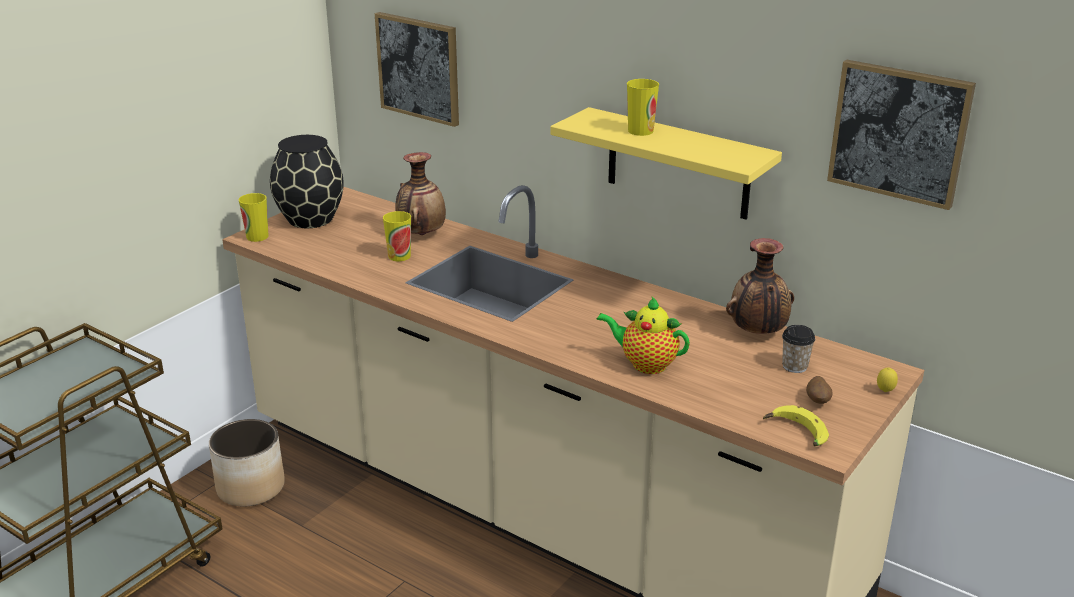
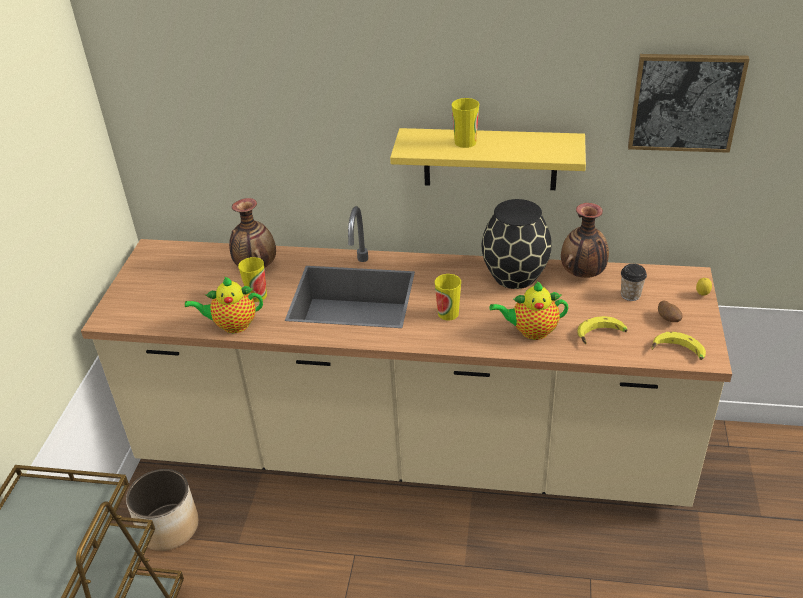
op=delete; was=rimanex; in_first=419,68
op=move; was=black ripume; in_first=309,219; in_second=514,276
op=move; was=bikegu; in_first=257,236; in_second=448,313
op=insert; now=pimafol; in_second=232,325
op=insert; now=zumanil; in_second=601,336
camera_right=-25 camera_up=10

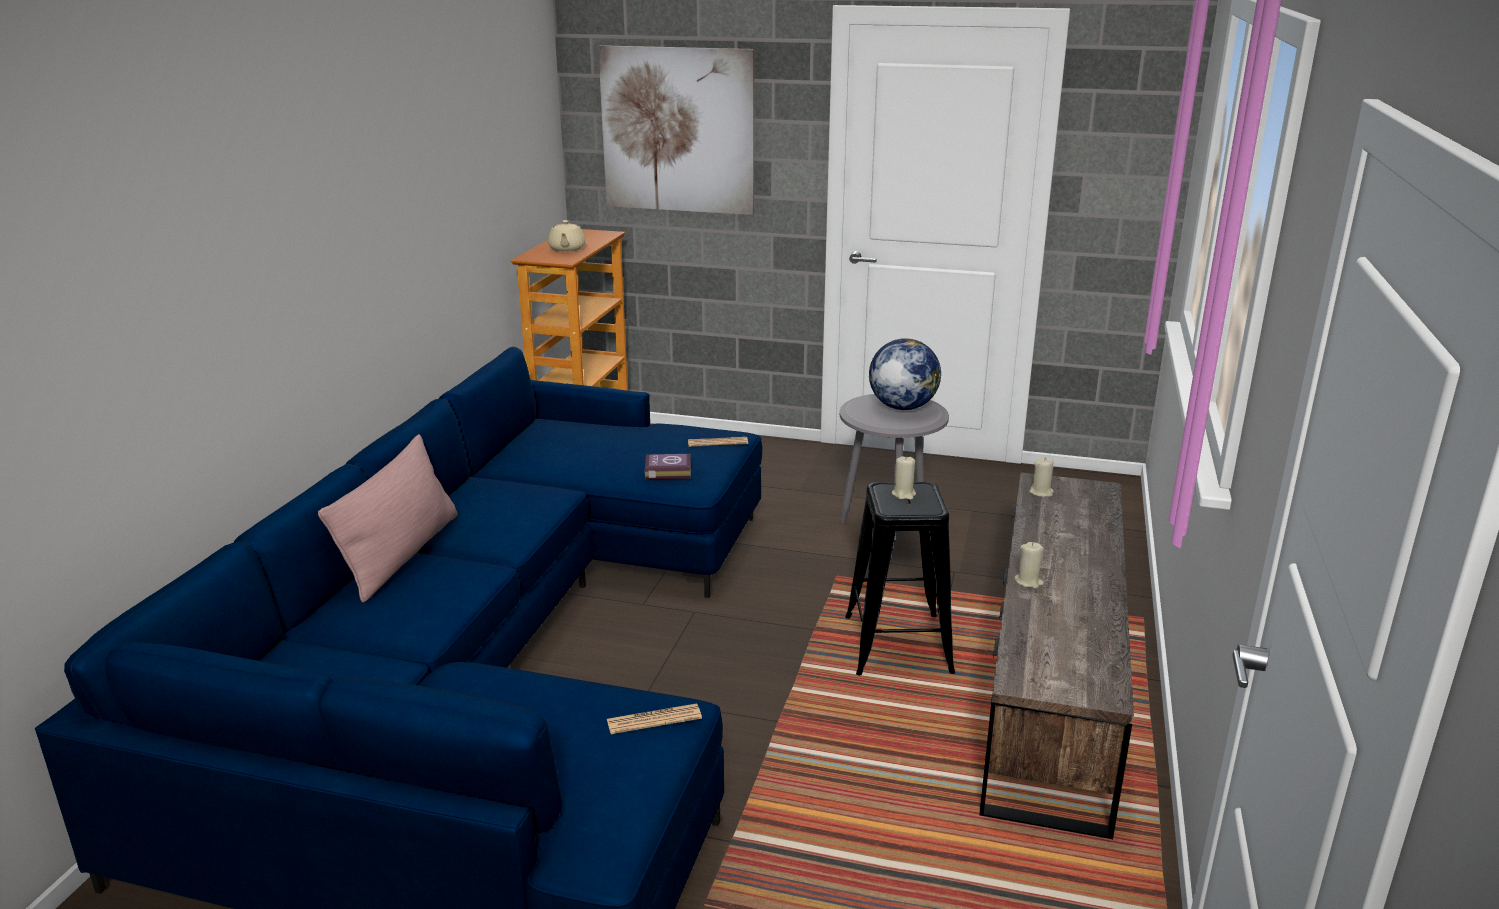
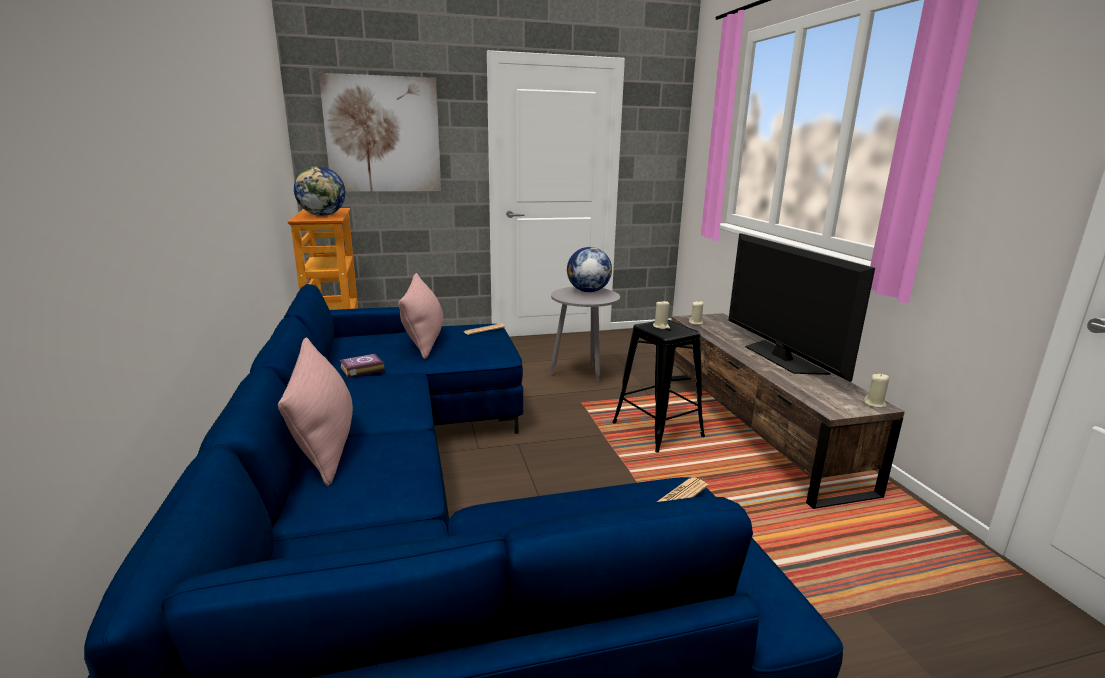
op=replace; was=beige pimafol; now=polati; in_first=566,249; in_second=323,215
op=move; was=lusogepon; in_first=666,470; in_second=361,369
op=move; was=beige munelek; in_first=1028,582; in_second=875,404
op=insert; now=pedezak; in_second=781,358
op=insert; now=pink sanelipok; in_second=423,339
camera_right=-30 camera_up=-5

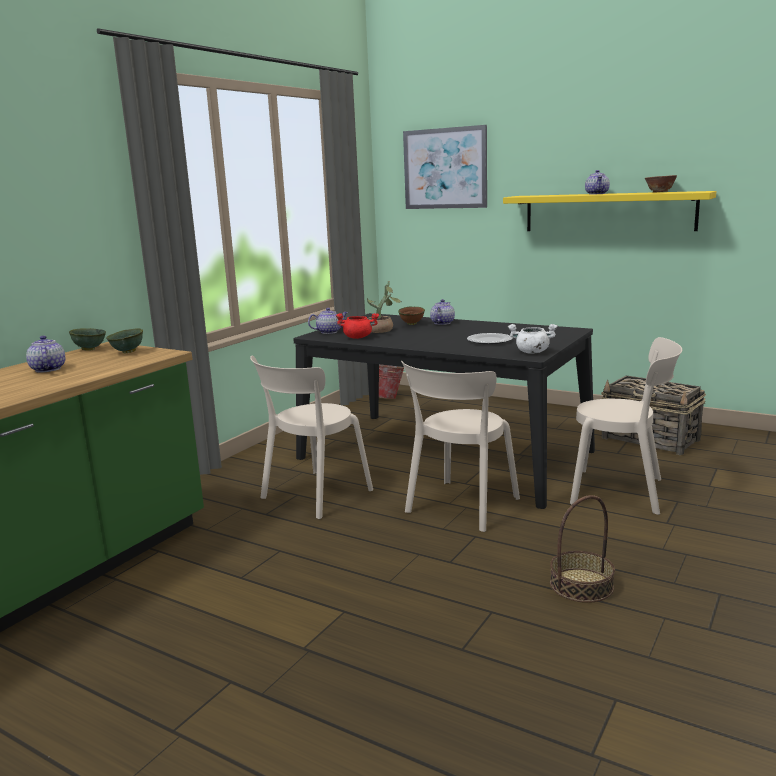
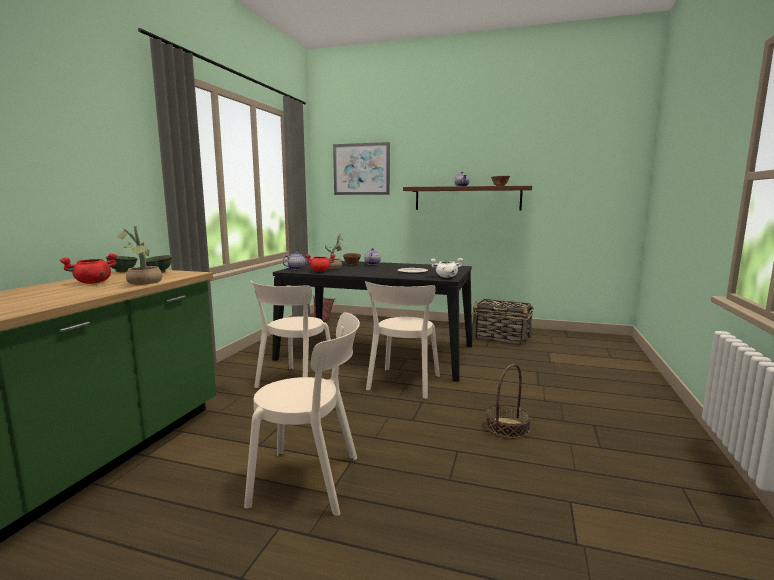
op=recolor; was=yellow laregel; now=brown laregel; in_first=608,212; in_second=467,198
op=replace; was=pimafol; now=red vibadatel; in_first=47,369; in_second=92,283
op=move; was=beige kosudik; in_first=623,492; in_second=311,481
op=insert; now=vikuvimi; in_second=143,283
camera_right=-15 camera_up=-5

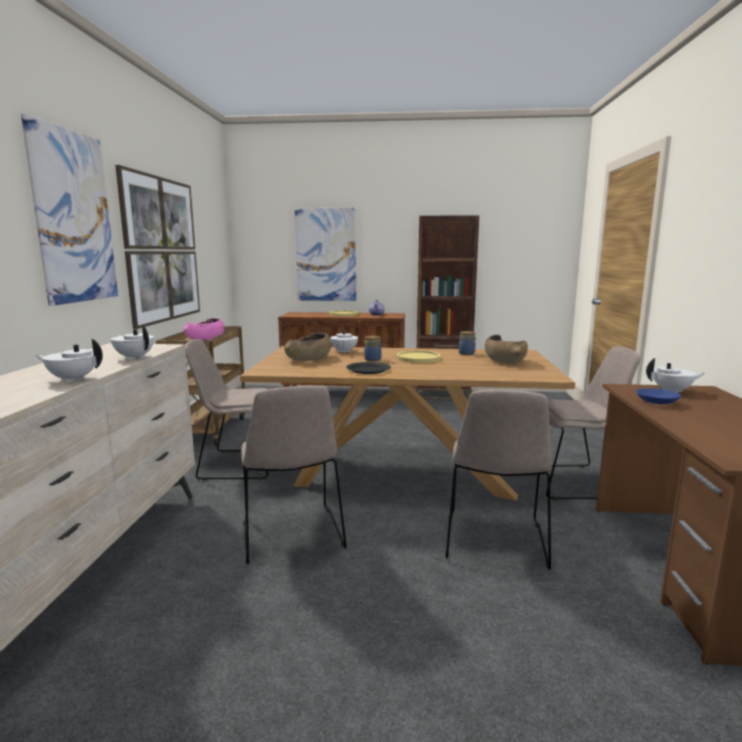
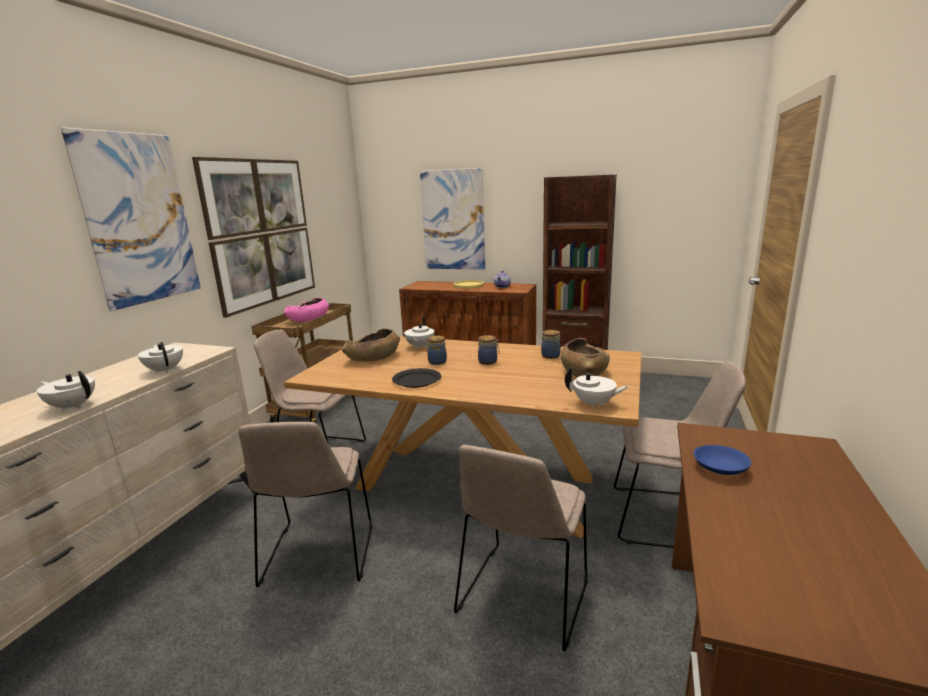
op=replace; was=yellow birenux; now=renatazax; in_first=418,358; in_second=488,362
op=move; was=white pimafol; in_first=672,391; in_second=594,404
camera_right=15 camera_up=5

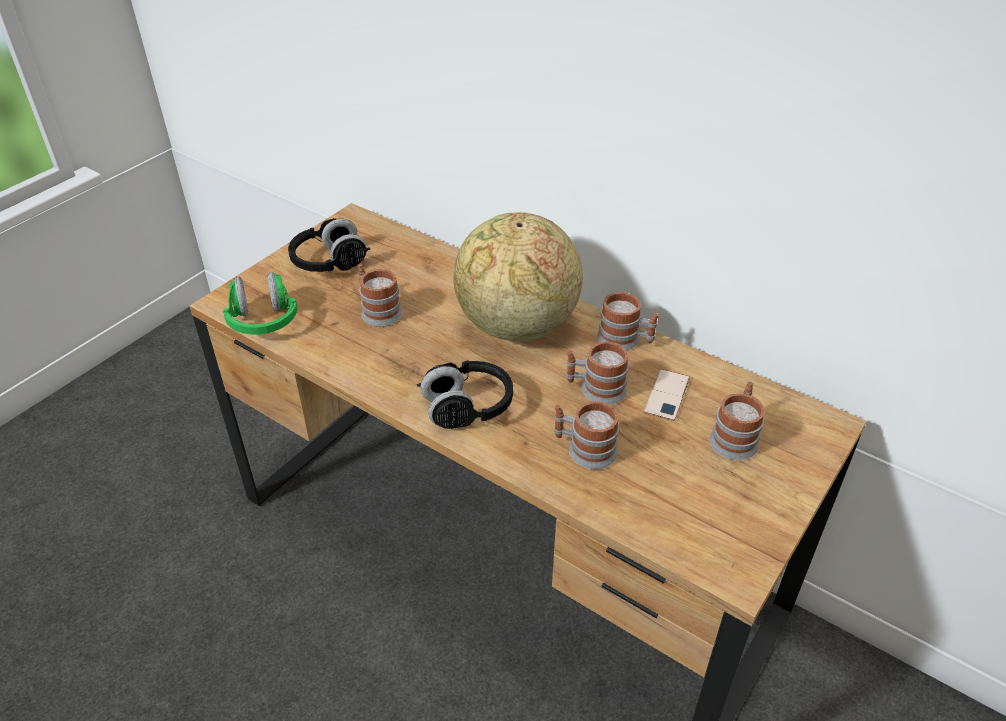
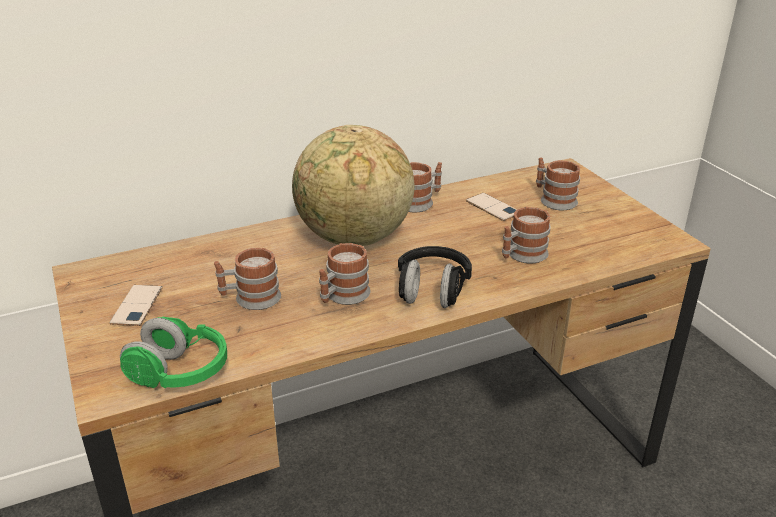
op=replace; was=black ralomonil; now=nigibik; in_first=329,263; in_second=137,305
op=move; was=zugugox; in_first=595,389; in_second=343,296
camera_right=-60 camera_up=-10

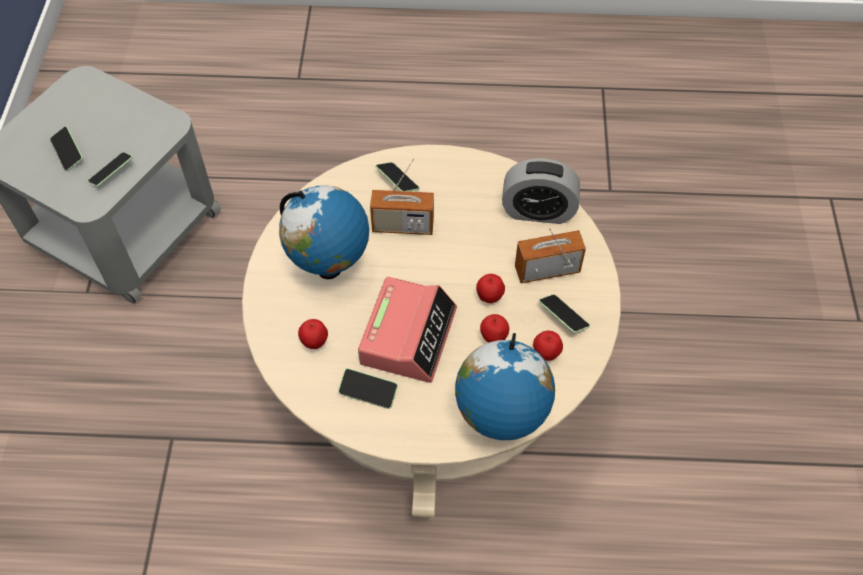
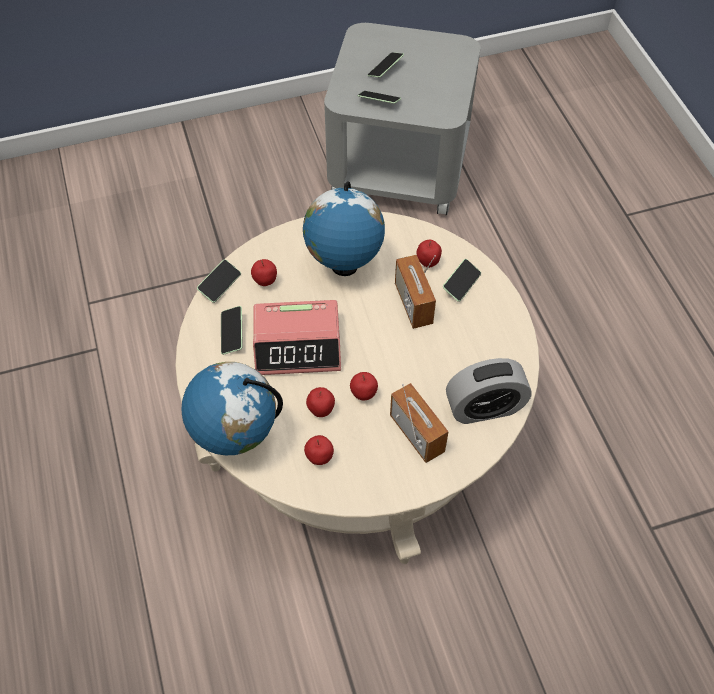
op=rotate; was=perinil; in_first=538,211; in_second=484,407; clockwise=-90
op=move; was=nigibik; in_first=563,317; in_second=220,285
op=insert; now=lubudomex; in_second=427,263
camera_right=70 camera_up=0

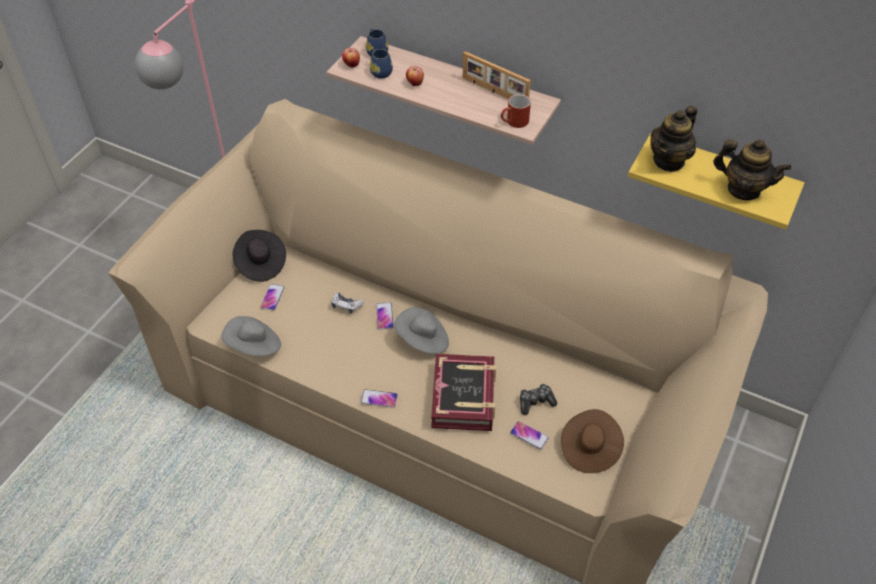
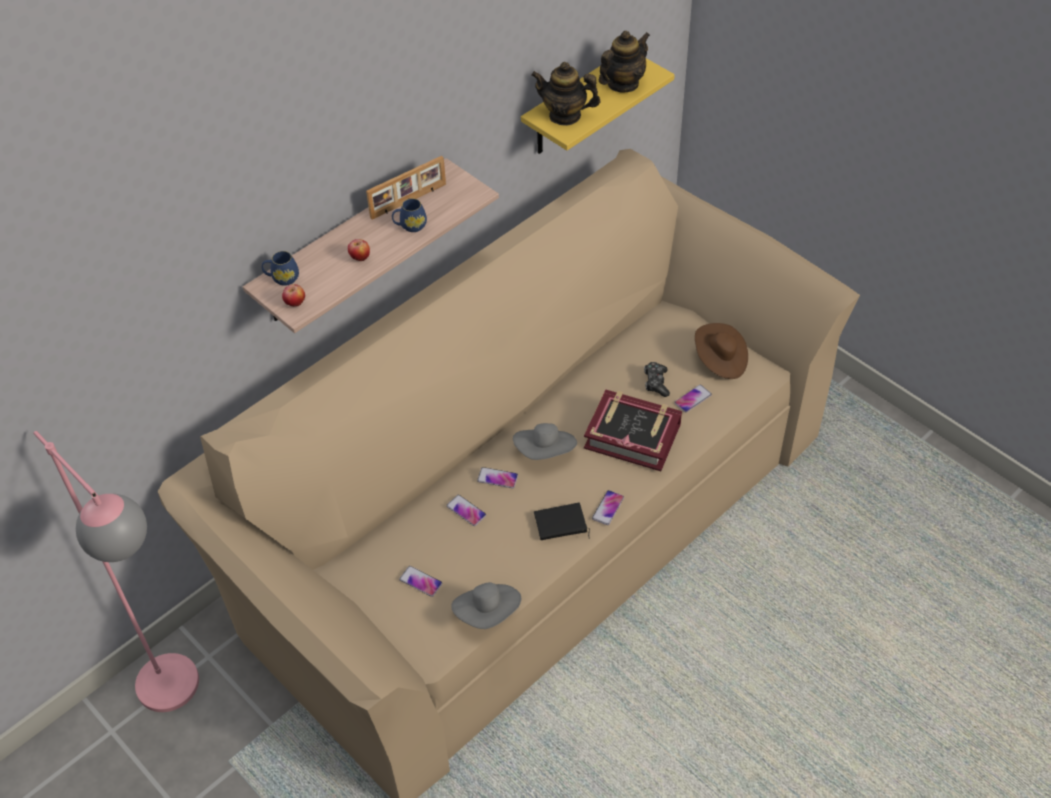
op=move; was=blue zugugox; in_first=379,71; in_second=410,226
op=delete; was=red zugugox; in_first=514,123
op=rotate; was=pimafol; in_first=669,161; in_second=565,115; clockwise=135
op=delete; was=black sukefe; in_first=260,264
op=replace; was=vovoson; now=nigibik; in_first=346,305; in_second=466,511
op=insert; now=black lusogepon; in_second=560,525
camera_right=-70 camera_up=0

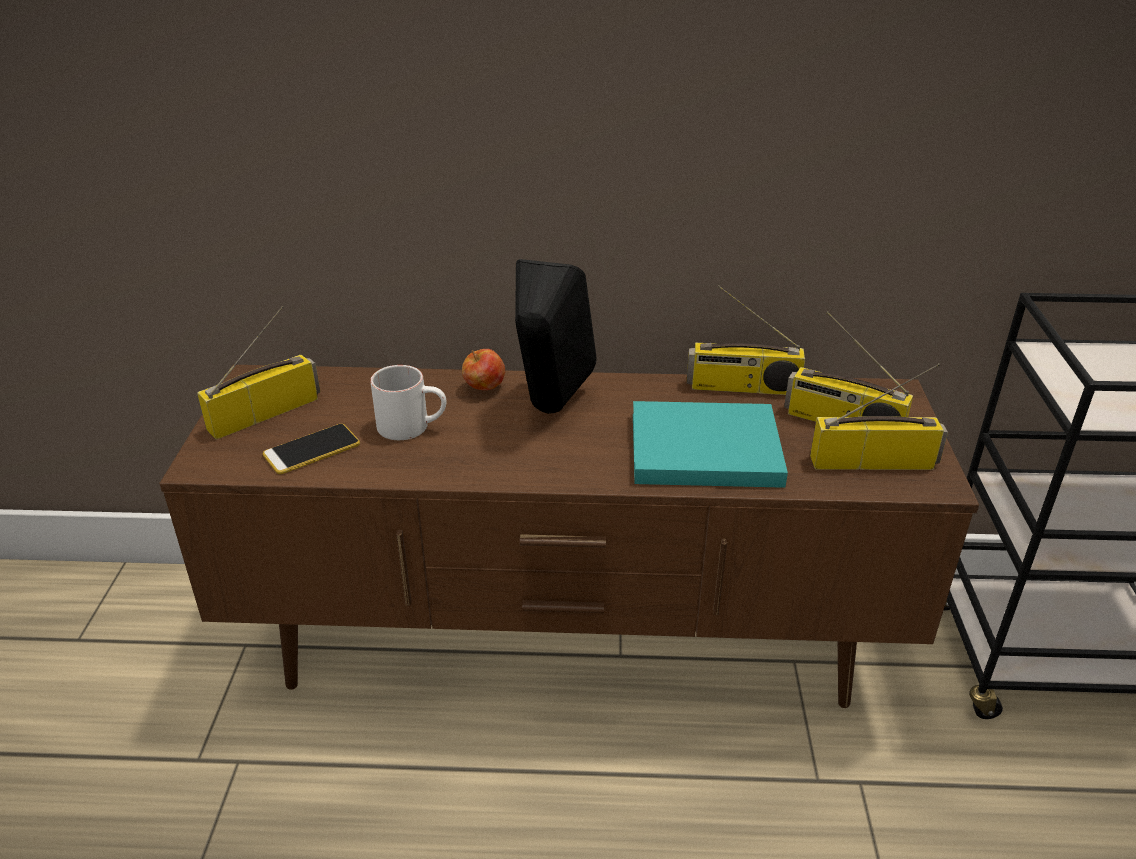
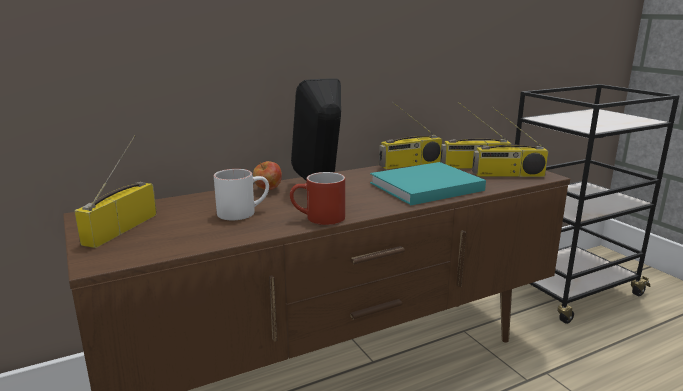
op=rotate; was=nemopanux; in_first=873,461; in_second=508,175; clockwise=-150
op=delete; was=nigibik; in_first=312,450
op=insert; now=red zugugox; in_second=318,219
camera_right=-30 camera_up=-15

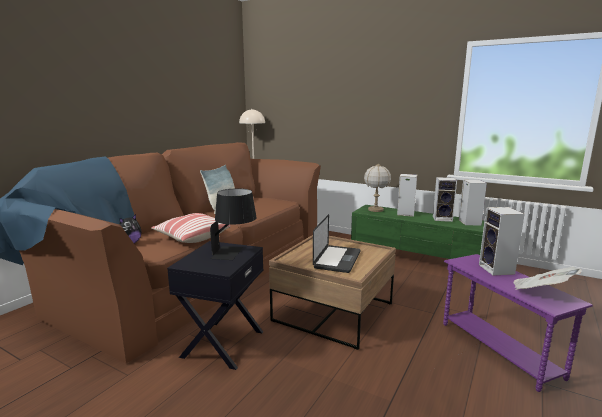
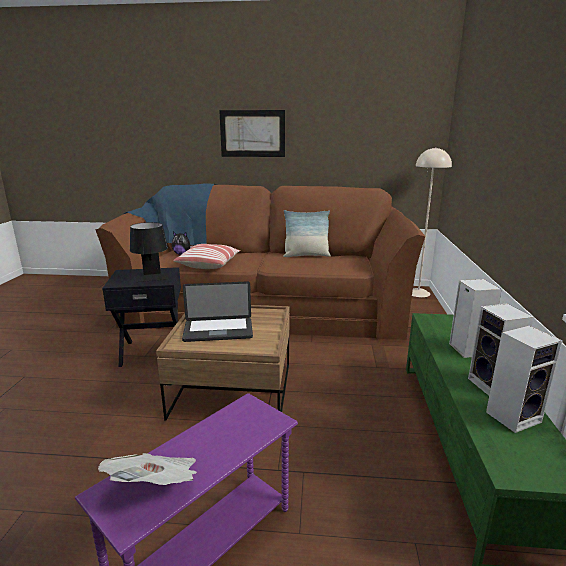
op=delete; was=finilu; in_first=375,210
op=delete; was=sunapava; in_first=497,270
op=insert; now=rimanex; in_second=252,133
camera_right=65 camera_up=5

